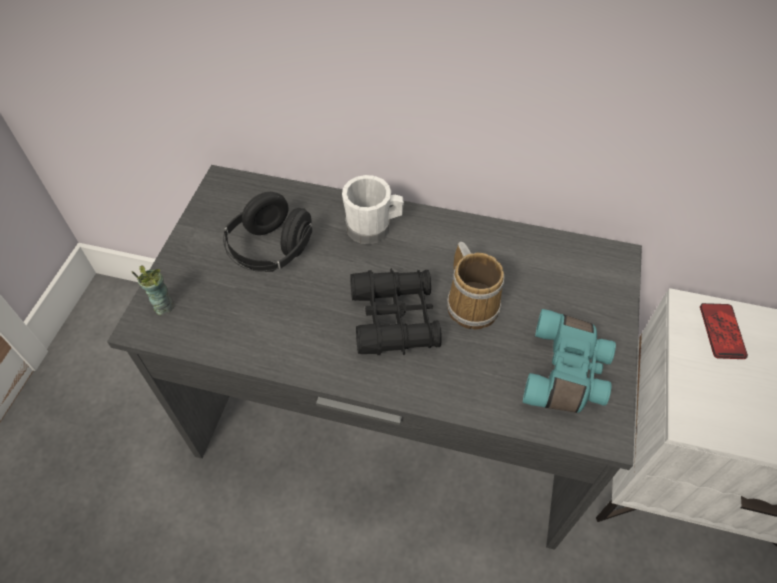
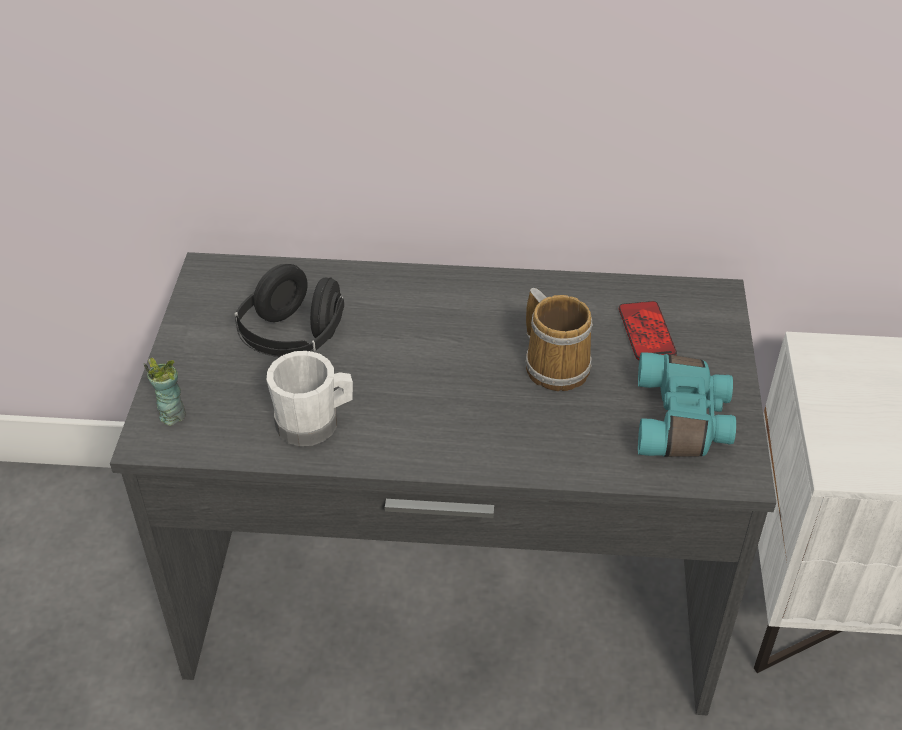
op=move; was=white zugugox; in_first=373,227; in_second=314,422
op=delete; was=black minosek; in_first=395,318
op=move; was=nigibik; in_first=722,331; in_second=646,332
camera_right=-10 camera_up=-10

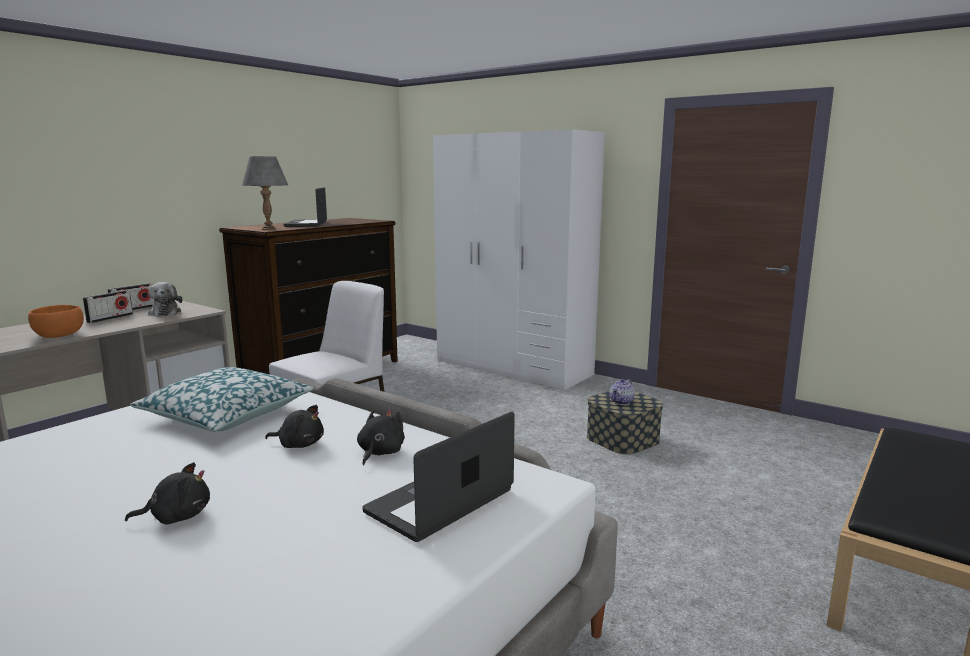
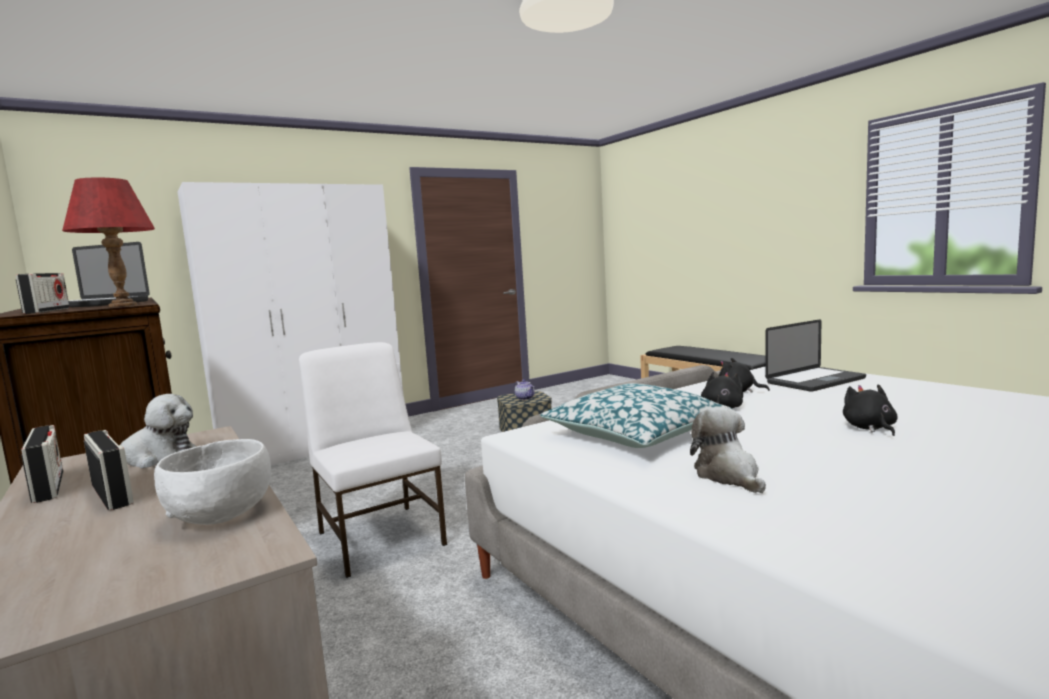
op=recolor; was=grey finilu; now=red finilu; in_first=269,229; in_second=122,305
op=recolor; was=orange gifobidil; now=white gifobidil; in_first=59,335; in_second=222,514
op=rotate; was=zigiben; in_first=440,502; in_second=815,381; clockwise=-90
op=insert; now=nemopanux; in_second=47,311
op=insert; now=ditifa; in_second=728,475
camera_right=-70 camera_up=-5

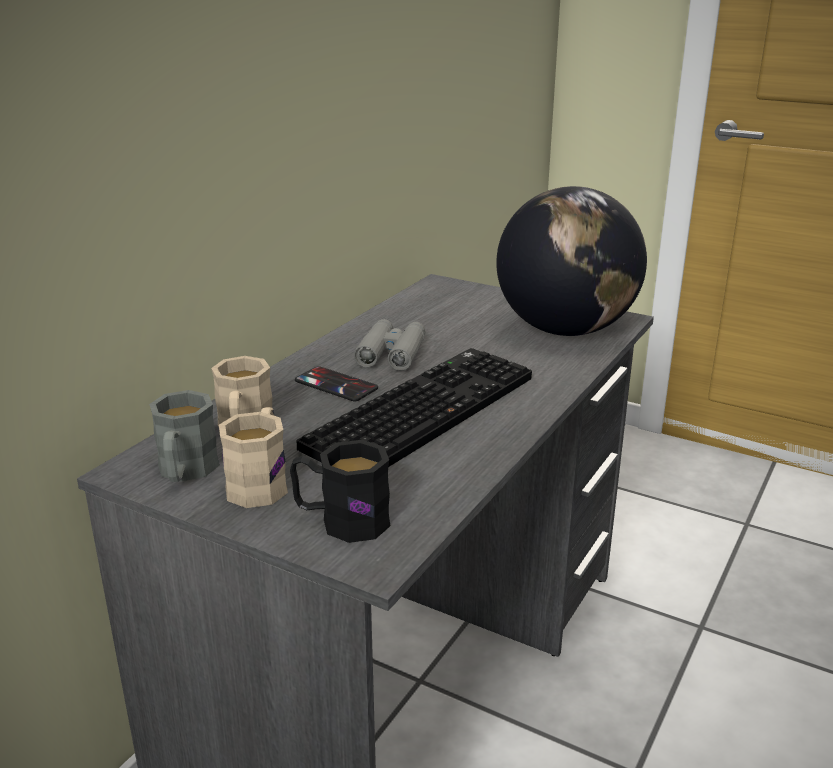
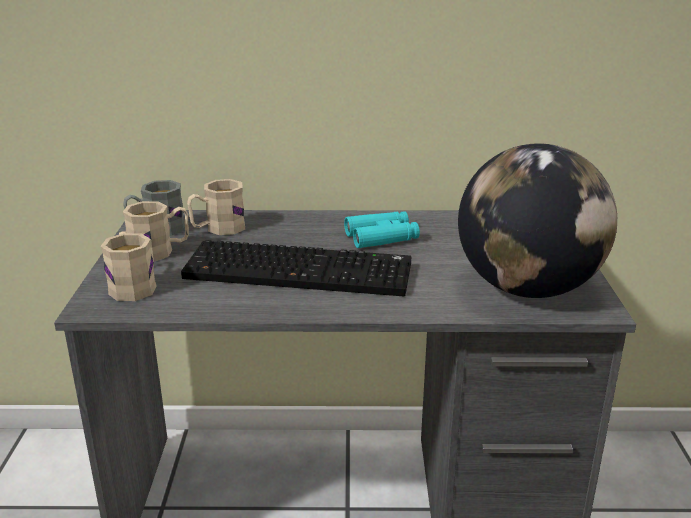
op=recolor; was=grey minosek; now=turquoise minosek; in_first=391,354; in_second=381,237
op=delete; was=nigibik; in_first=336,385
op=recolor; was=black zugugox; now=beige zugugox; in_first=341,521; in_second=131,285
camera_right=60 camera_up=0

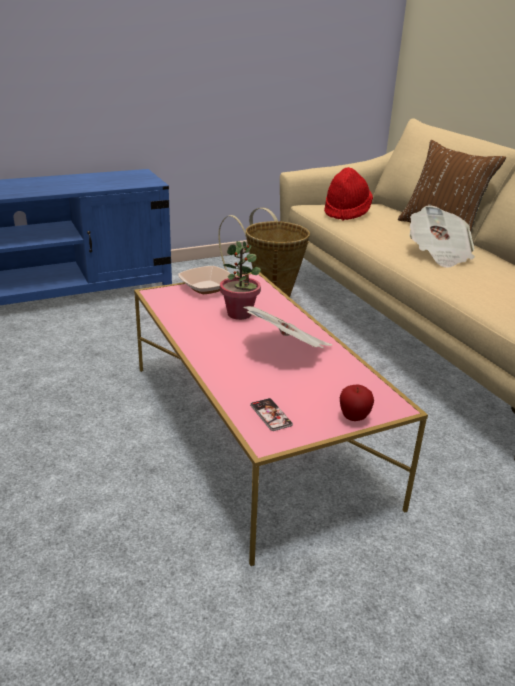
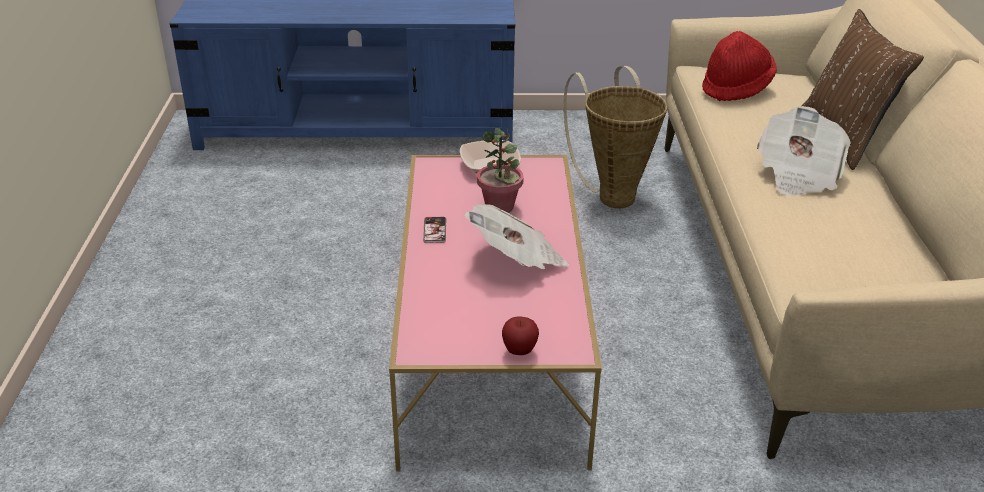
op=move; was=nigibik; in_first=271,415; in_second=434,230
camera_right=25 camera_up=5

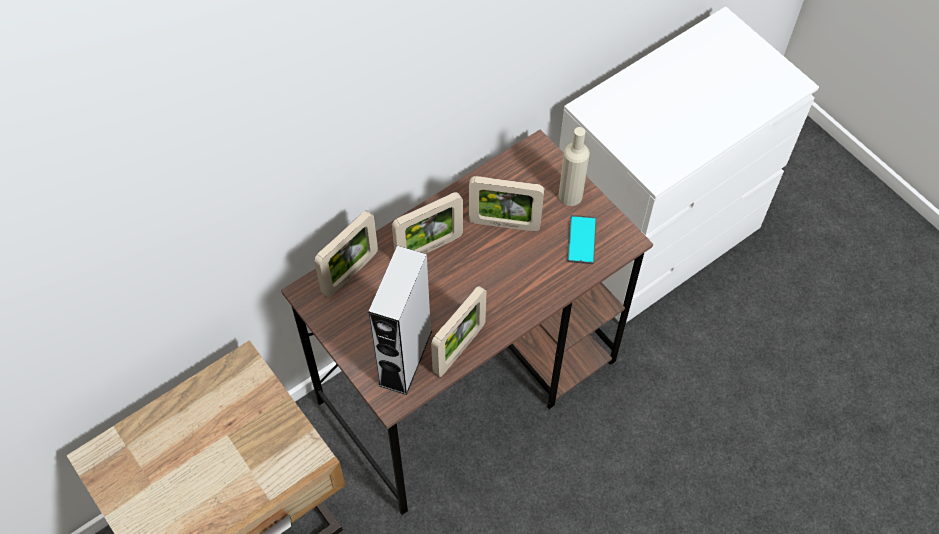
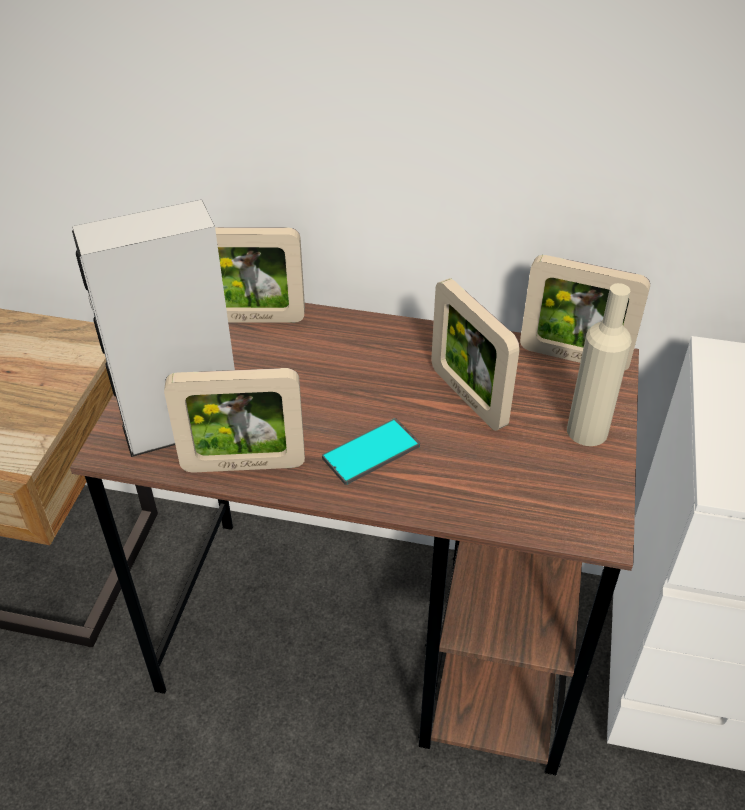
op=move; was=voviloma; in_first=429,248; in_second=573,357
op=move; was=nigibik; in_first=581,240; in_second=371,452
camera_right=50 camera_up=-15

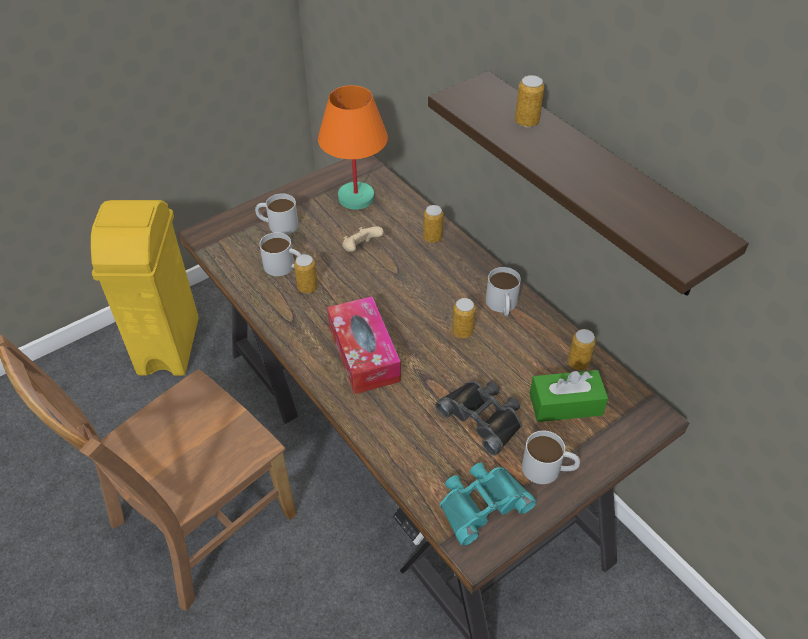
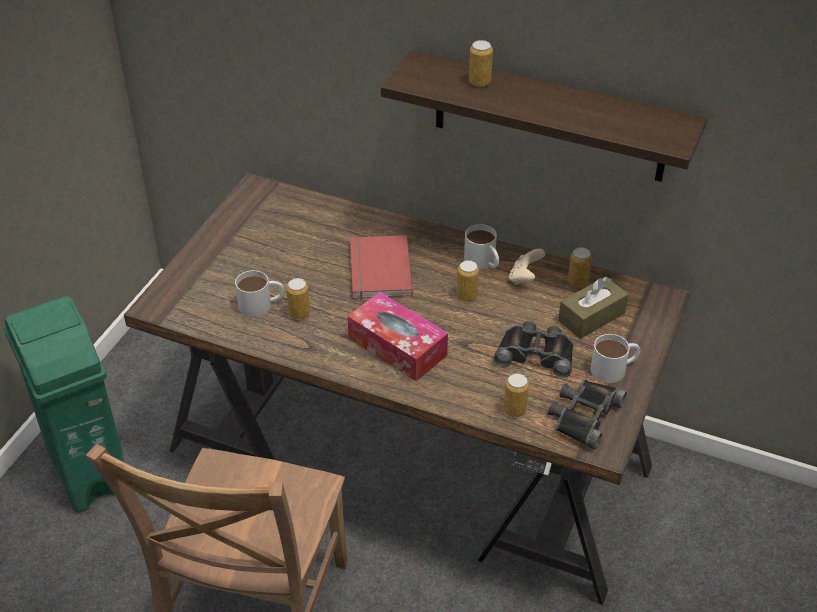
op=delete; was=orange finilu; in_first=357,198
op=delete; was=white zugugox; in_first=277,224
op=recolor; was=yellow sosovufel; now=green sosovufel; in_first=169,345; in_second=89,469
op=move; was=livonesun; in_first=432,238; in_second=514,410
op=move; was=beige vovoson; in_first=361,249; in_second=525,278
op=recolor; was=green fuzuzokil; now=brown fuzuzokil; in_first=565,404; in_second=591,317
op=recolor; was=turquoise minosek; now=black minosek; in_first=481,503; in_second=584,415
op=insert; now=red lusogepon; in_second=377,270
camera_right=-30 camera_up=-5

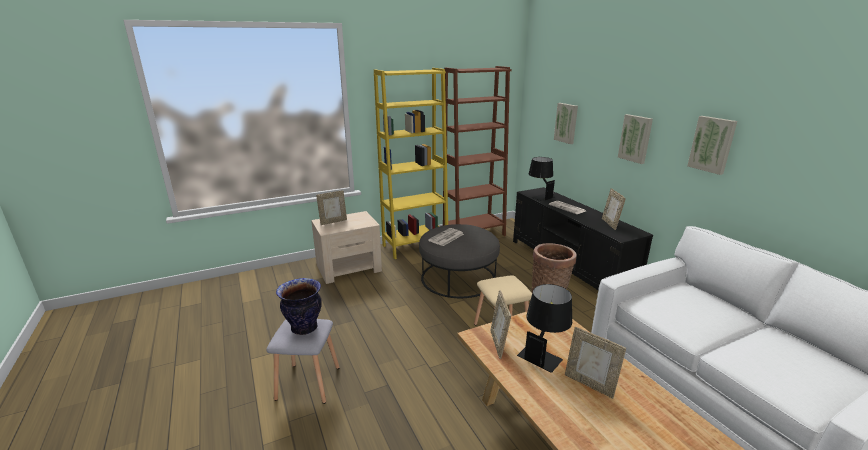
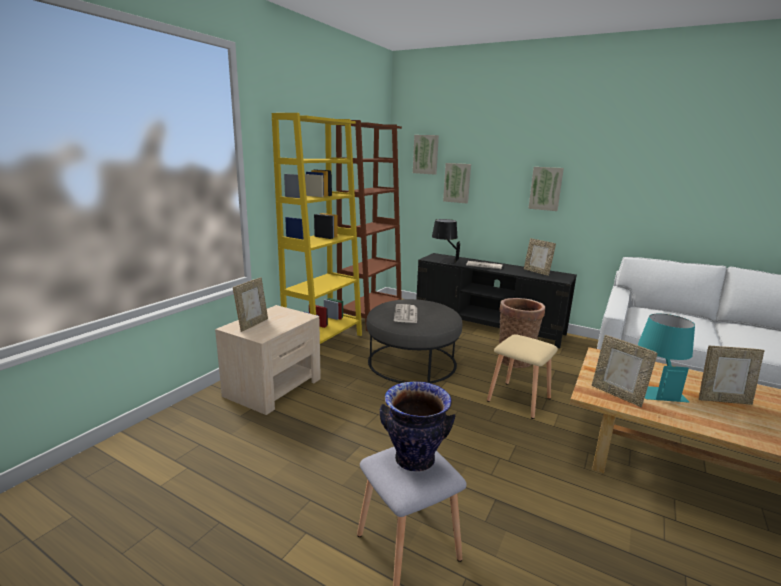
op=move; was=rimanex; in_first=712,144; in_second=426,154
op=recolor; was=black finilu; now=turquoise finilu; in_first=543,353; in_second=656,389
camera_right=-35 camera_up=-5

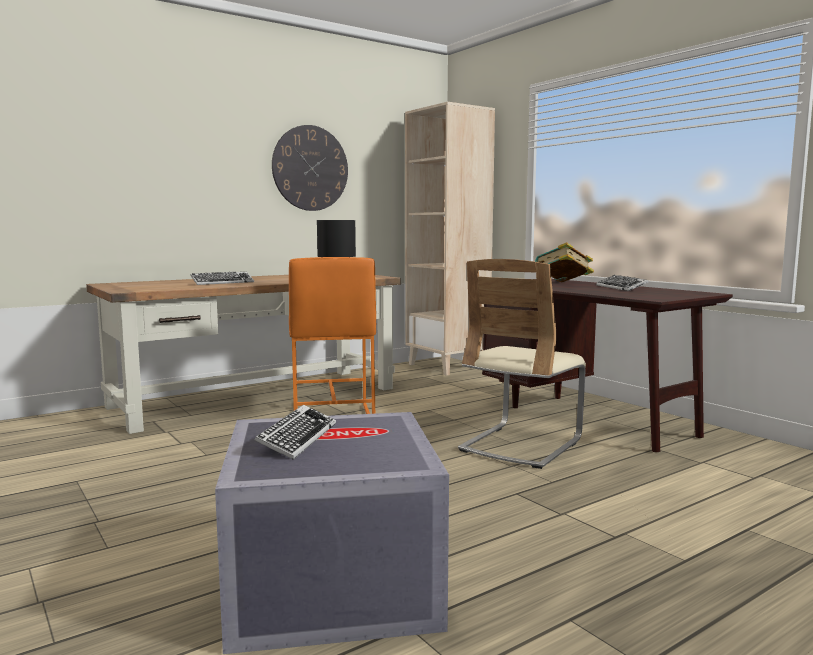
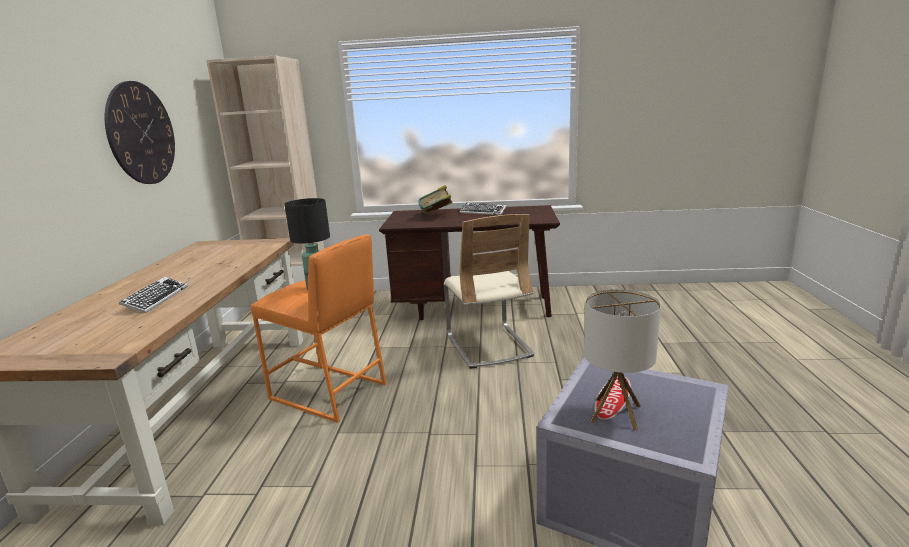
op=replace; was=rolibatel; now=finilu; in_first=297,438; in_second=615,413
camera_right=-50 camera_up=10

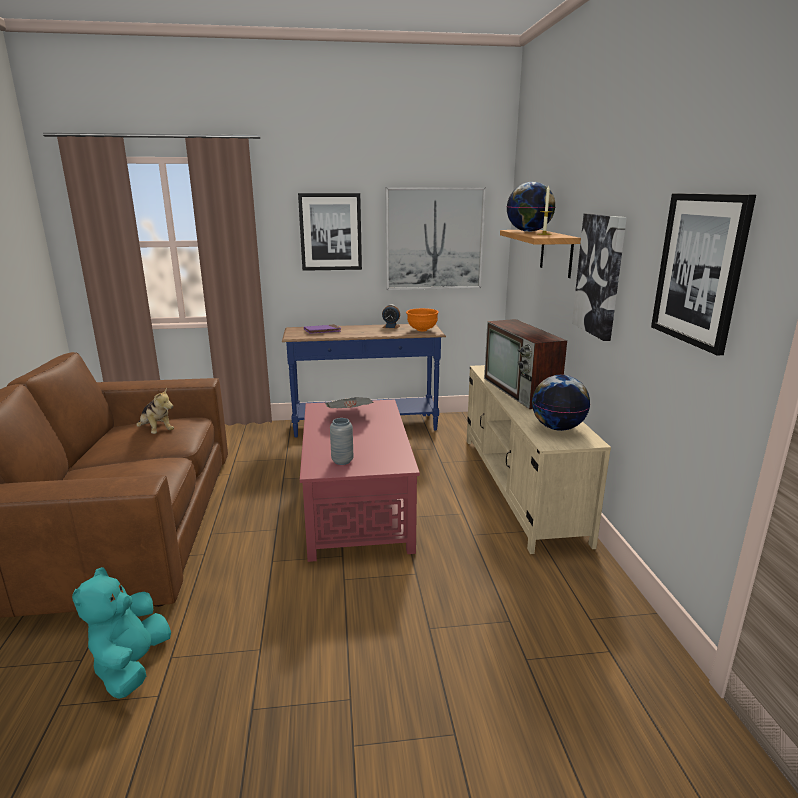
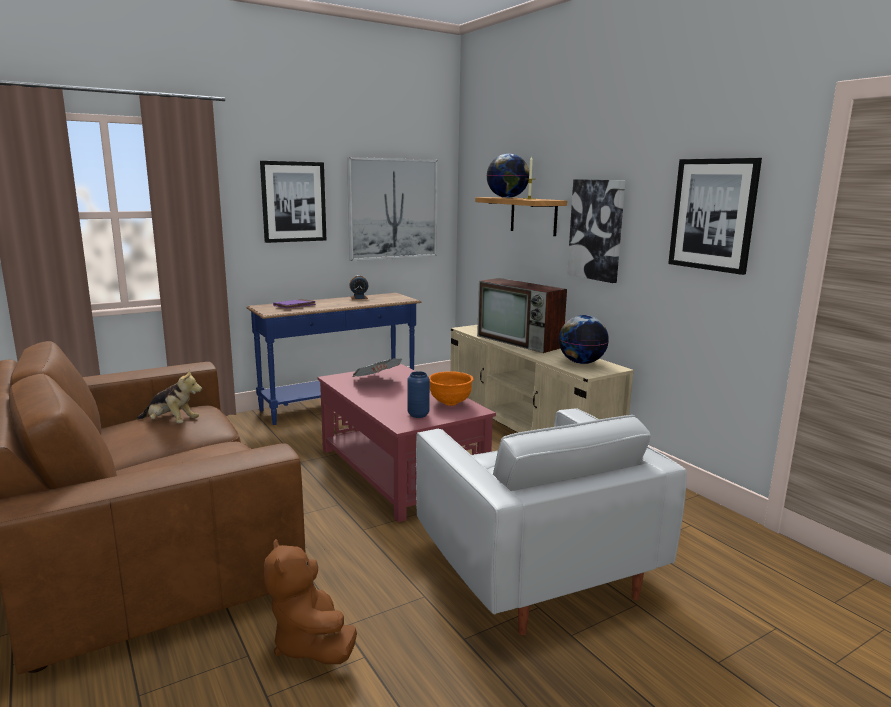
op=move; was=orange gifobidil; in_first=421,330; in_second=449,403
op=recolor; was=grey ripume; now=blue ripume; in_first=342,461; in_second=418,415
op=recolor; was=turquoise ditifa; now=brown ditifa; in_first=131,666; in_second=310,644
op=insert; now=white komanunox; in_second=533,566
camera_right=-25 camera_up=-5

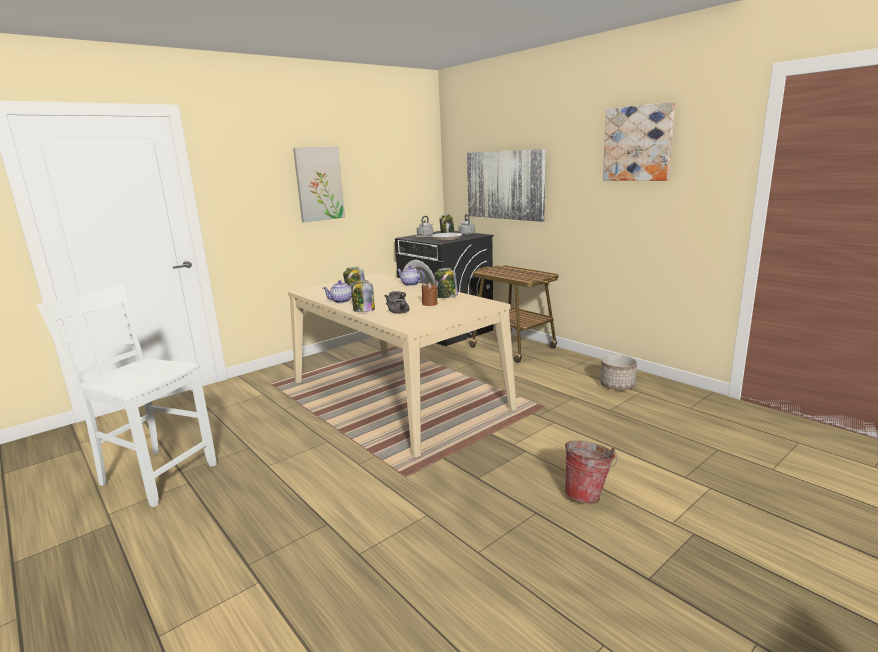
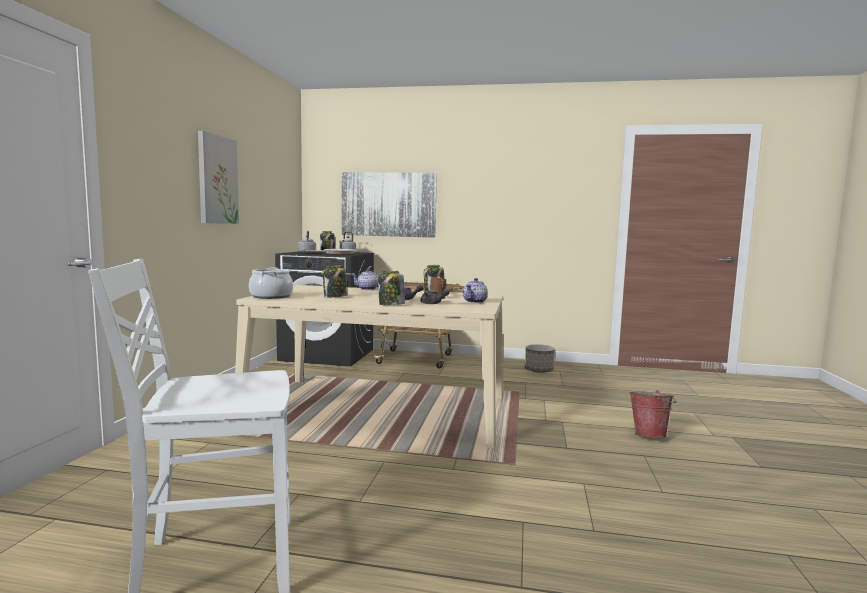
op=delete; was=rimanex; in_first=638,143
op=move; was=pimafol; in_first=342,301; in_second=475,302
op=insert; now=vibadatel; in_second=271,296
camera_right=-40 camera_up=-10

